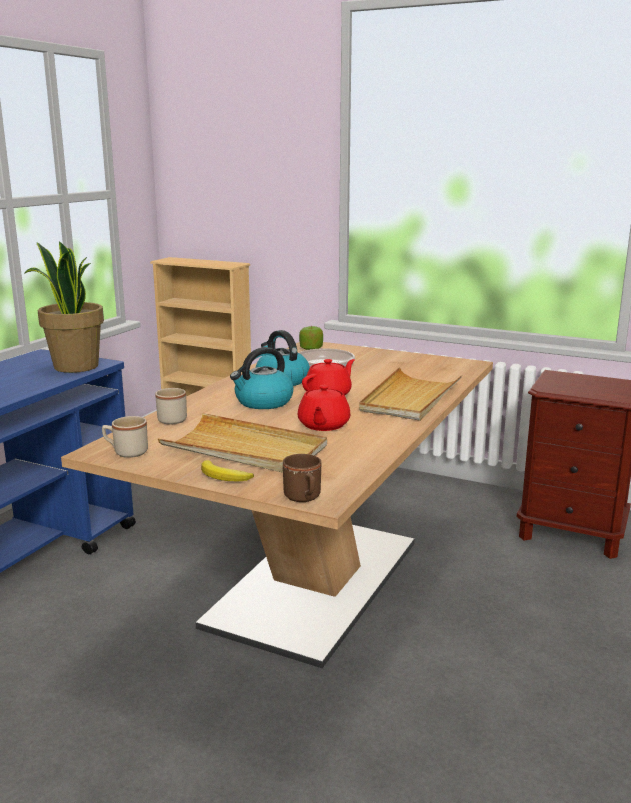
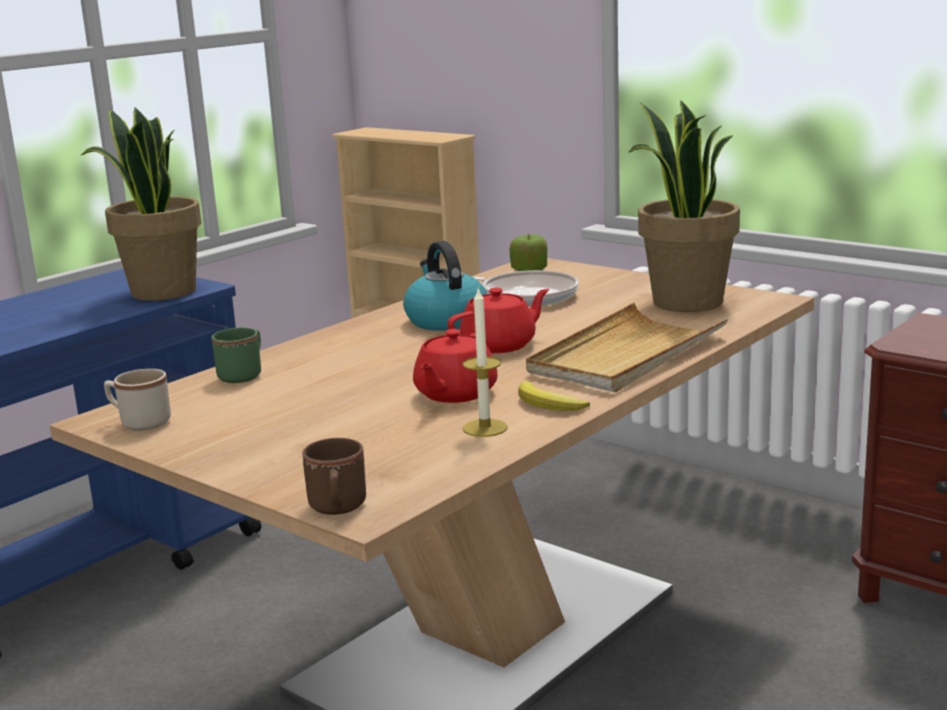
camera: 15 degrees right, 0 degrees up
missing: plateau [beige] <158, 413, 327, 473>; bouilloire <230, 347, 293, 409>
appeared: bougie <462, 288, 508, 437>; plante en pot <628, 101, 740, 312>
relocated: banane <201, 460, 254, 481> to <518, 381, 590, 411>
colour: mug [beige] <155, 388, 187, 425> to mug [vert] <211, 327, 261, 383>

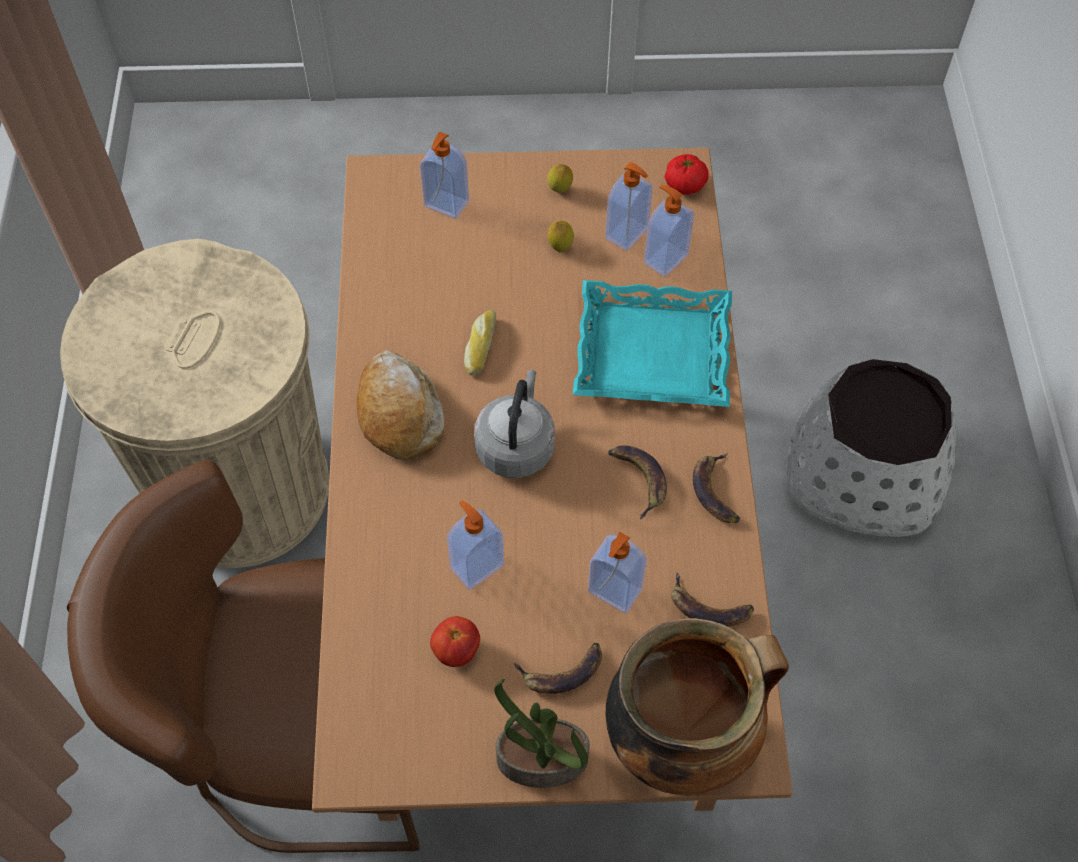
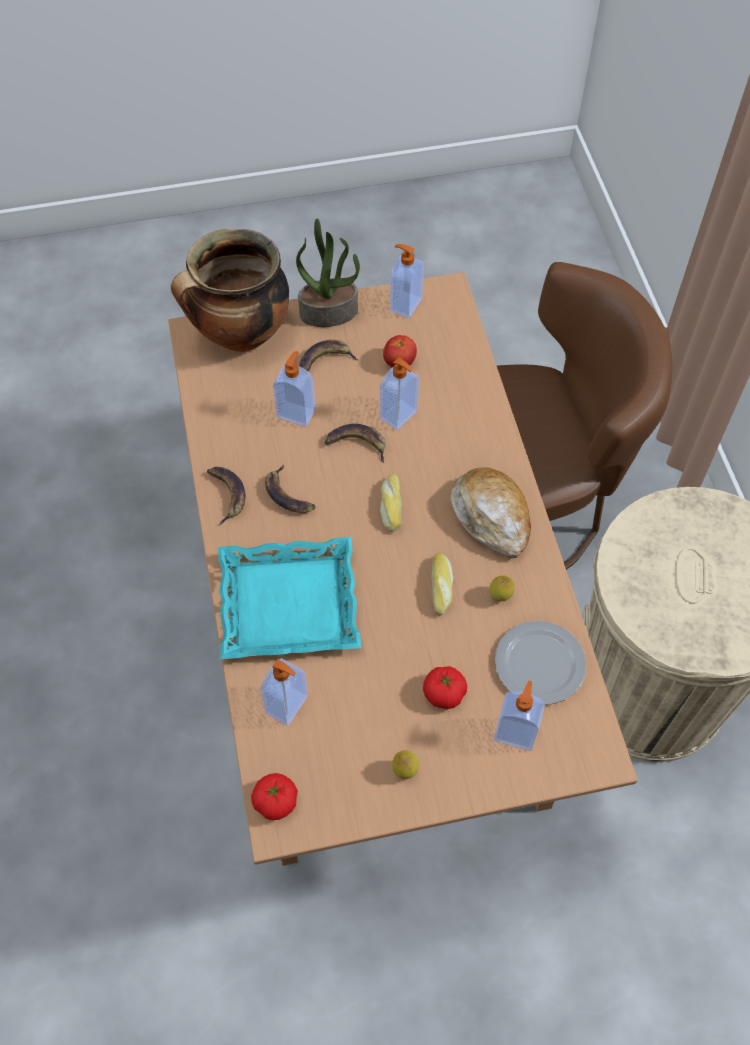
camera: 170 degrees right, 0 degrees up
missing: cache-pot [blanc] <786, 359, 956, 537>
appeared: tomate <423, 666, 467, 709>; assiette <495, 621, 586, 705>
relocated: citron <548, 221, 574, 253> to <490, 575, 515, 601>; distributeur de savon <605, 162, 653, 251> to <390, 244, 424, 318>; banane <671, 572, 754, 627> to <324, 424, 386, 463>
exchanged: bouilloire [gris] <474, 370, 555, 478> to pain <380, 474, 401, 532>

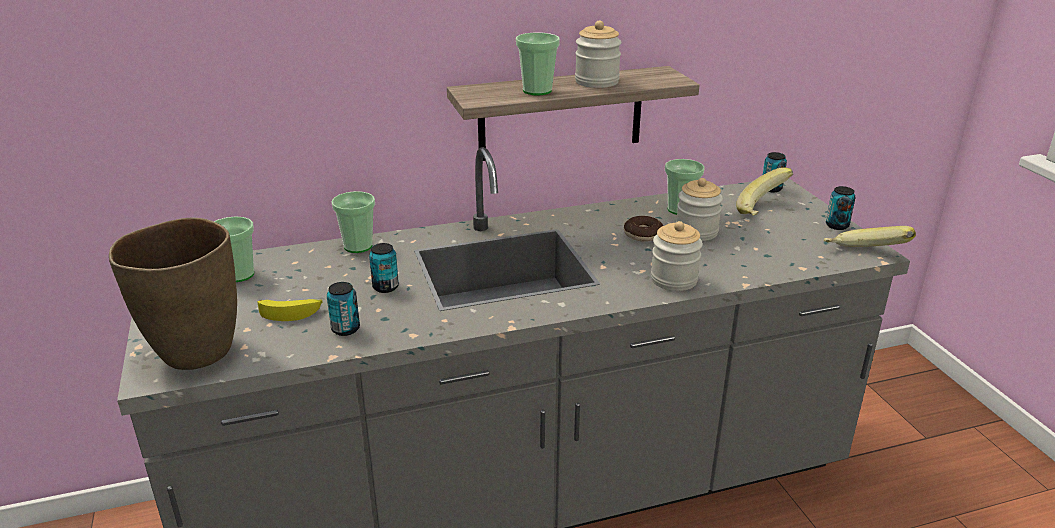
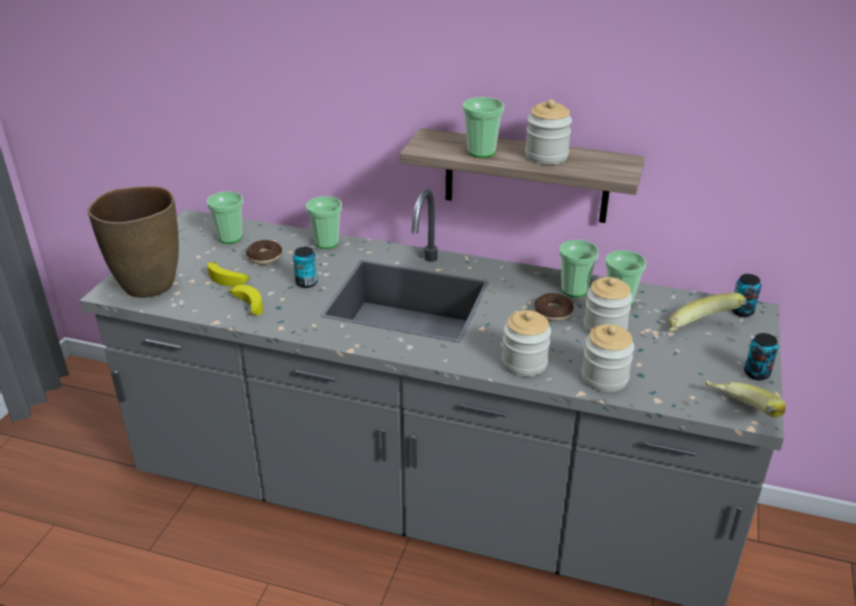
camera: 35 degrees right, 5 degrees up
appeared: beignet <246, 240, 282, 265>; tasse <559, 240, 599, 297>; bocal <582, 324, 634, 392>
exchanged: boîte métallique <327, 282, 360, 336> to banane <229, 285, 263, 315>

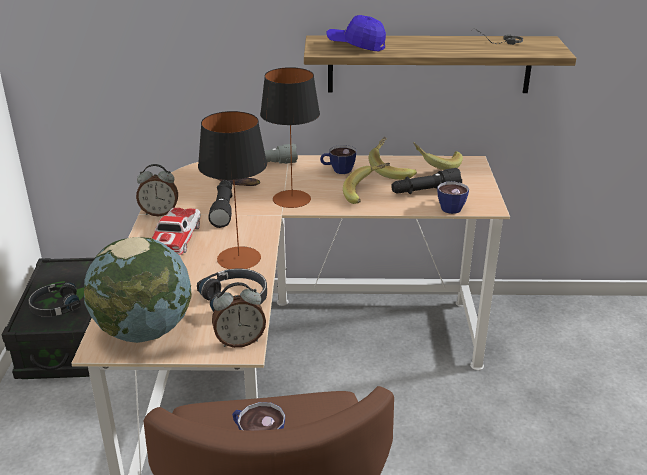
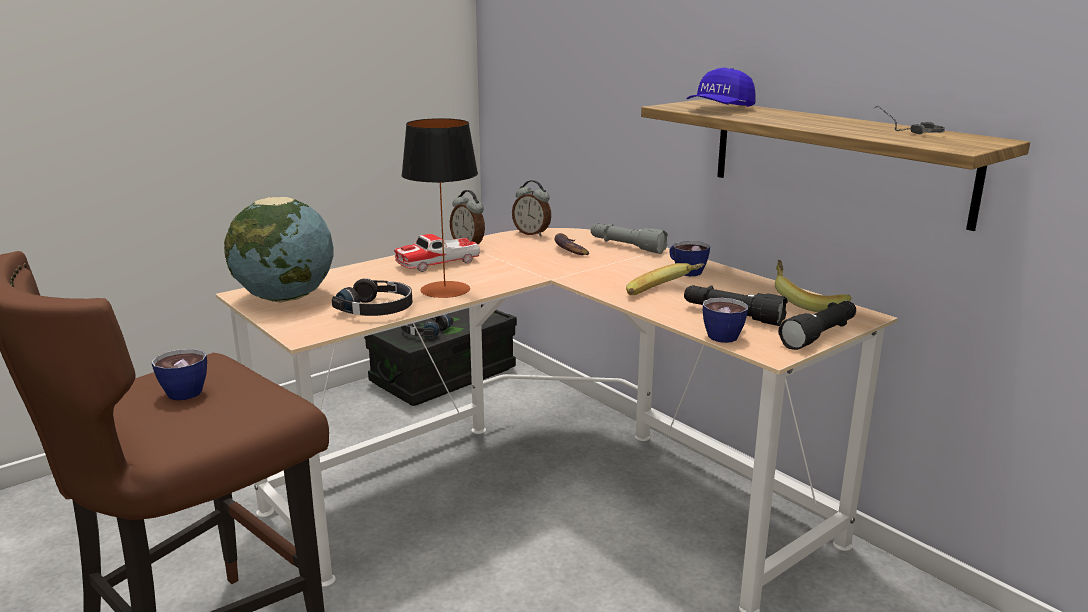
camera: 50 degrees right, 10 degrees down
missing: lampe de table <260, 67, 320, 208>; banane <369, 137, 417, 180>
relocated: lampe de poche [noir] <208, 180, 233, 228> to <778, 301, 856, 350>; réveil <212, 282, 266, 348> to <512, 180, 551, 237>
spun: casquette [bleu] <326, 15, 386, 52> = <687, 67, 756, 107> 120 degrees counterclockwise

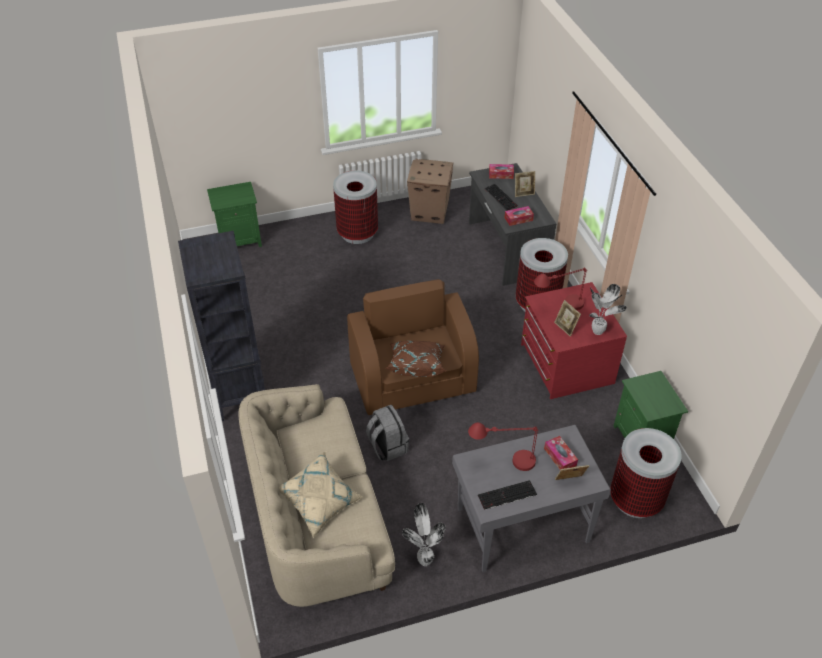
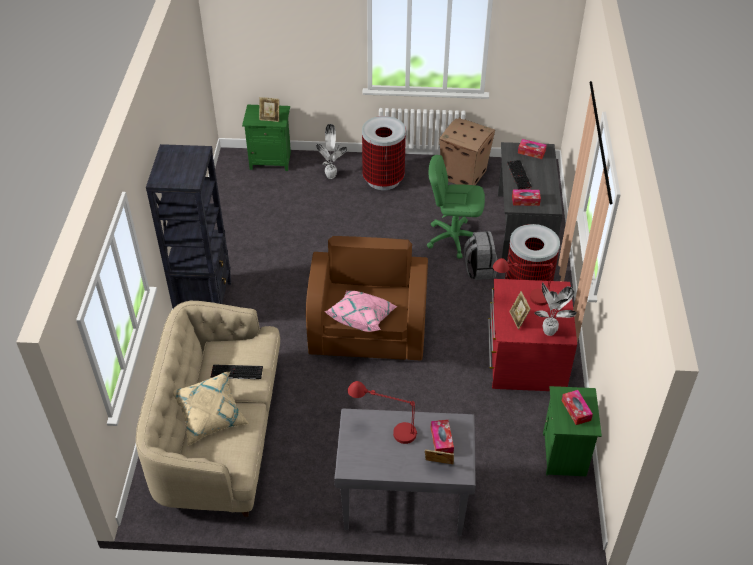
camera: 20 degrees right, 0 degrees up
missing: poubelle <610, 428, 682, 518>
appeared: chaise de bureau [vert] <427, 155, 485, 259>; boîte à mouchoirs <562, 390, 593, 425>
relocated: sac à dos [gris] <366, 405, 409, 461> to <464, 231, 498, 280>; plante en pot <402, 503, 446, 566> to <316, 124, 348, 179>; clavier <478, 480, 537, 510> to <211, 364, 263, 379>; cadre photo <515, 171, 535, 197> to <259, 97, 279, 122>
colour: coussin [marron] <386, 341, 446, 377> to coussin [rose] <324, 291, 398, 332>

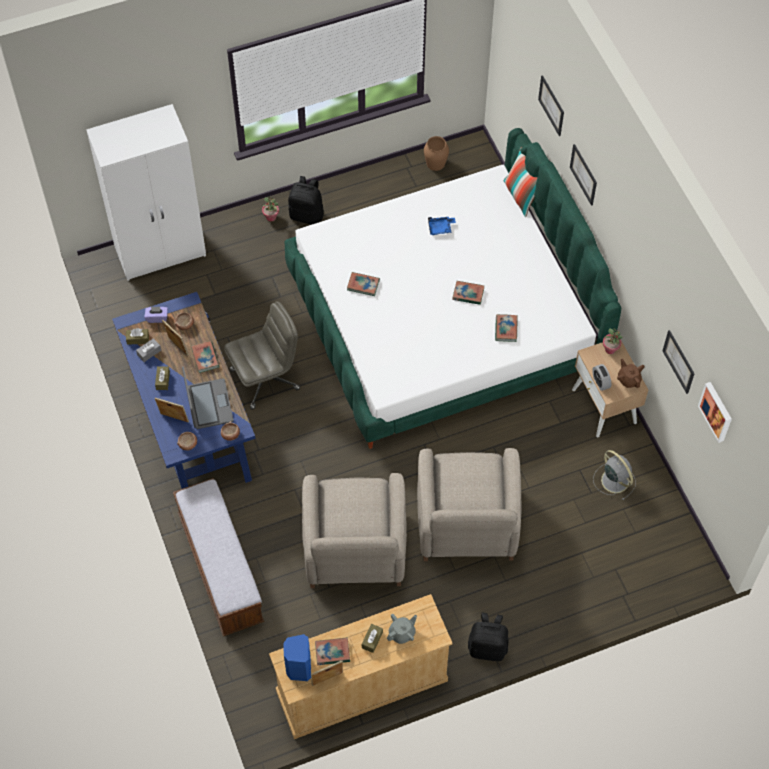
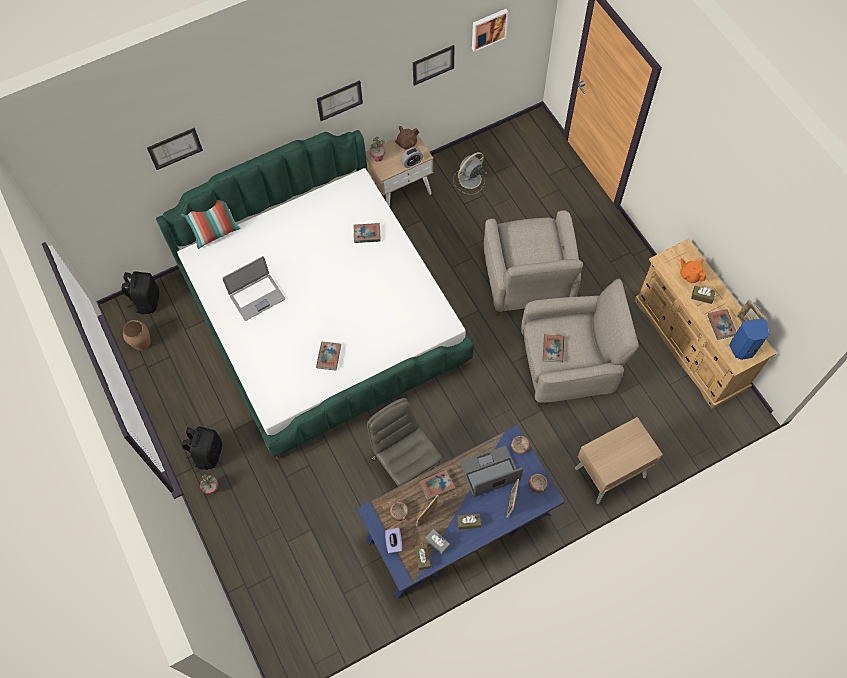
camera: 95 degrees left, 5 degrees up
missing: armoire [blanc] <86, 104, 206, 281>
relocated: livre <452, 281, 484, 305> to <543, 334, 564, 363>; sac à dos [noir] <468, 613, 508, 661> to <121, 271, 159, 314>; tableau <570, 144, 597, 206> to <317, 80, 363, 121>
exchanged: banc <173, 478, 264, 636> to table de chevet [beige] <575, 417, 663, 504>; plateau [bleu] <428, 217, 456, 235> to ordinateur portable <222, 256, 285, 321>
colour: théière [gris] <387, 614, 417, 644> to théière [orange] <680, 258, 706, 283>
spun: fauteuil [beige] <417, 448, 522, 561> = <484, 211, 583, 316> 90 degrees clockwise

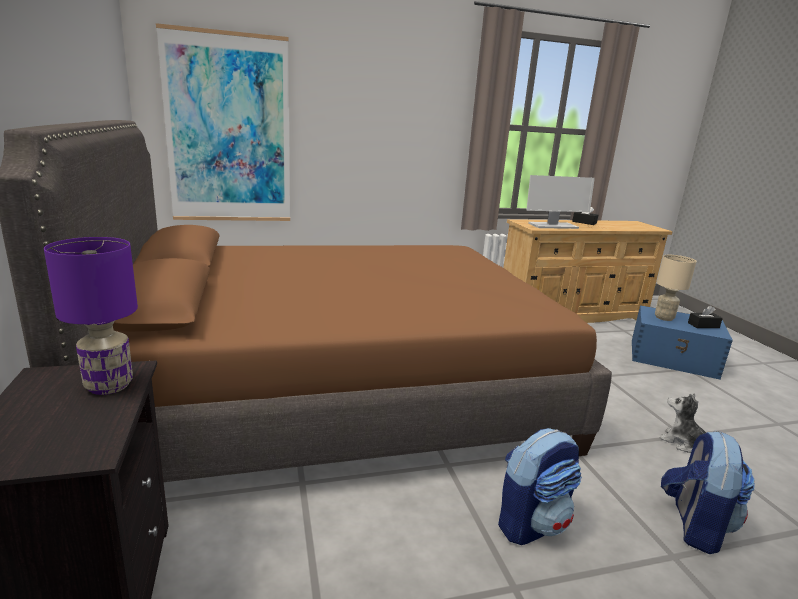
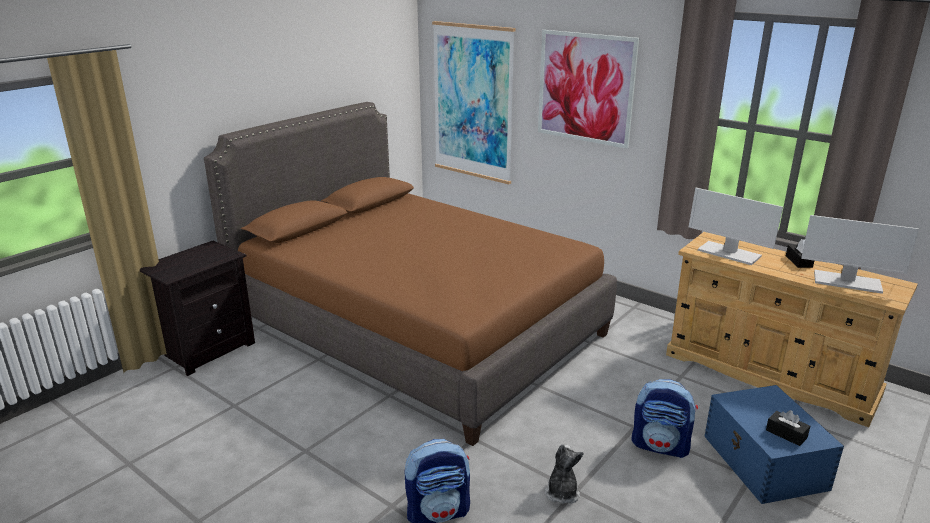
camera: 55 degrees right, 5 degrees up
missing: lampe de table [violet] <44, 237, 138, 395>; lampe de table [beige] <655, 255, 697, 321>
appeared: tableau <538, 30, 639, 149>; écran d'ordinateur <801, 215, 919, 294>
relocated: sac à dos <498, 428, 582, 545> to <631, 379, 698, 458>

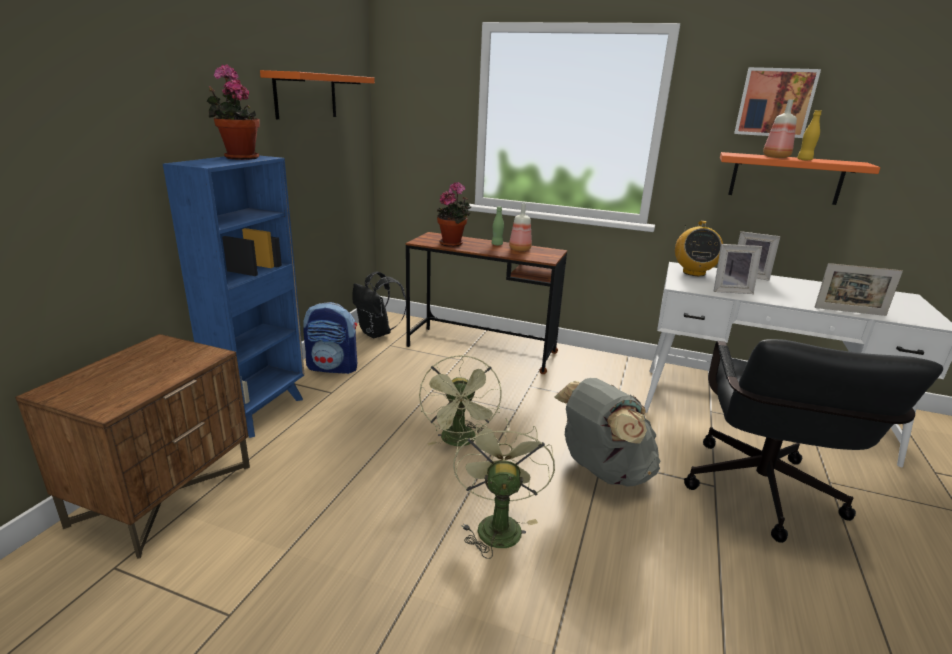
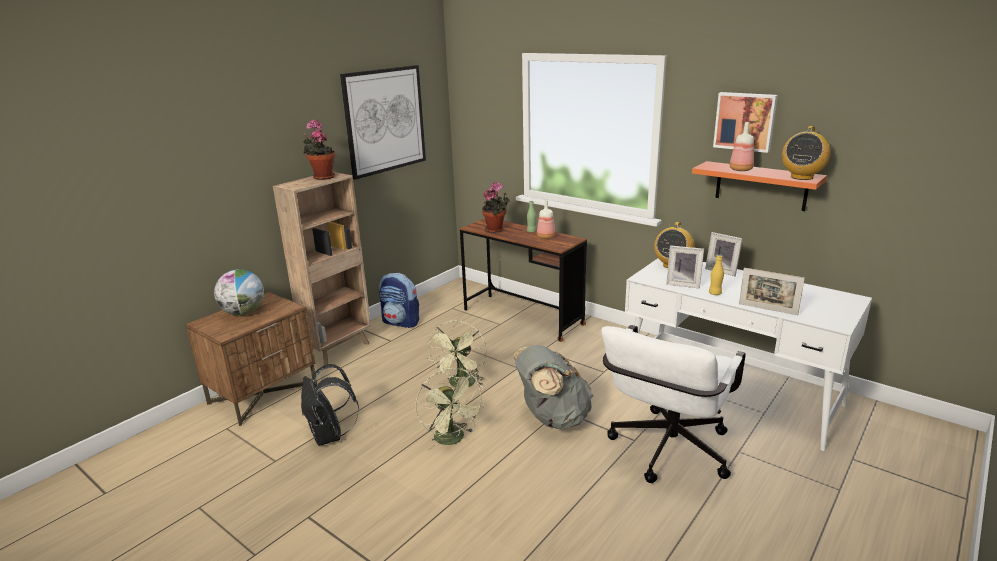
camera: 20 degrees right, 0 degrees up
appeared: globe <214, 269, 264, 316>; radio <782, 126, 831, 180>
relocated: sac à dos [noir] <352, 271, 406, 338> to <301, 364, 359, 446>; bouteille [jaune] <797, 110, 822, 161> to <709, 255, 724, 295>
exchanged: étagère [orange] <260, 70, 375, 119> to tableau <340, 65, 426, 180>
colour: bibliothèque [bleu] <163, 155, 305, 438> to bibliothèque [marron] <273, 172, 371, 365>; chaise de bureau [noir] <684, 339, 943, 543> to chaise de bureau [blanc] <601, 325, 746, 483>
spun: ventilateur [vert] <453, 419, 555, 559> = <416, 368, 485, 451> 135 degrees clockwise

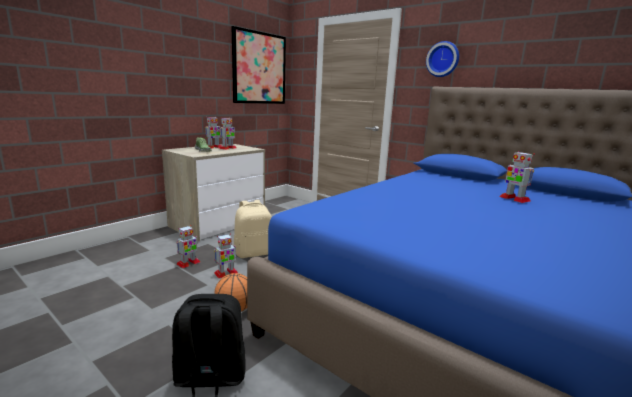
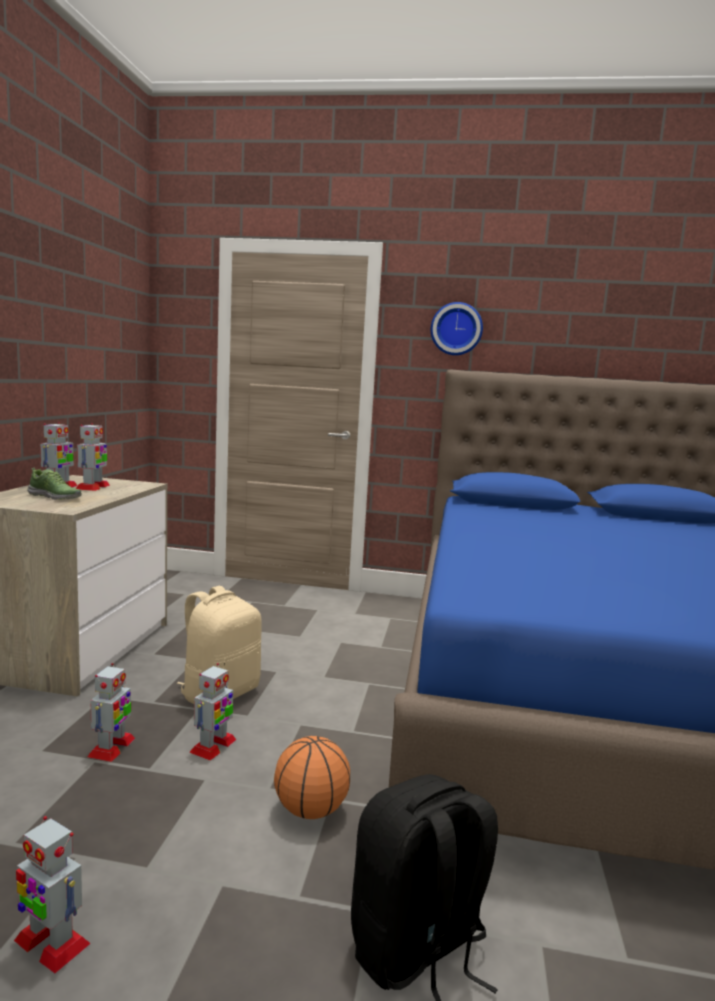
camera: 30 degrees left, 5 degrees down
missing: tableau <231, 26, 286, 104>
relocated: robot jouet <499, 151, 535, 203> to <14, 816, 91, 973>

